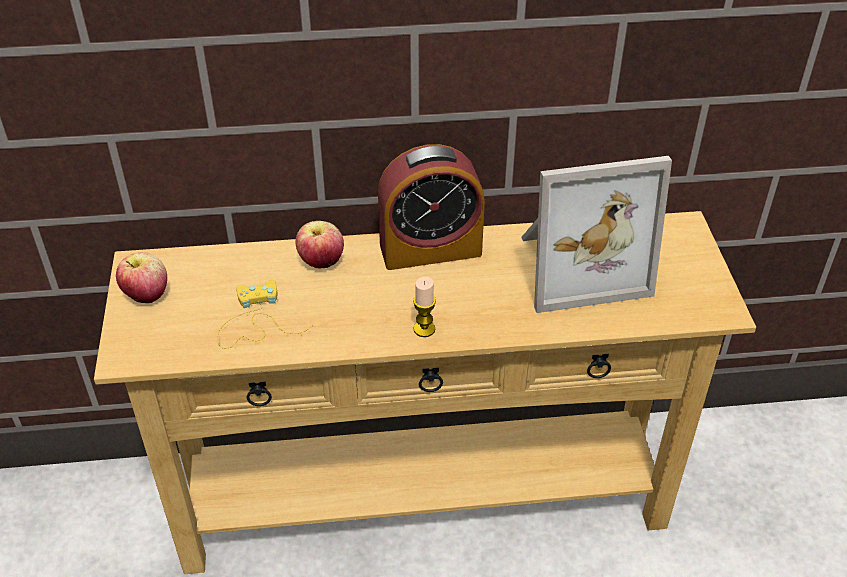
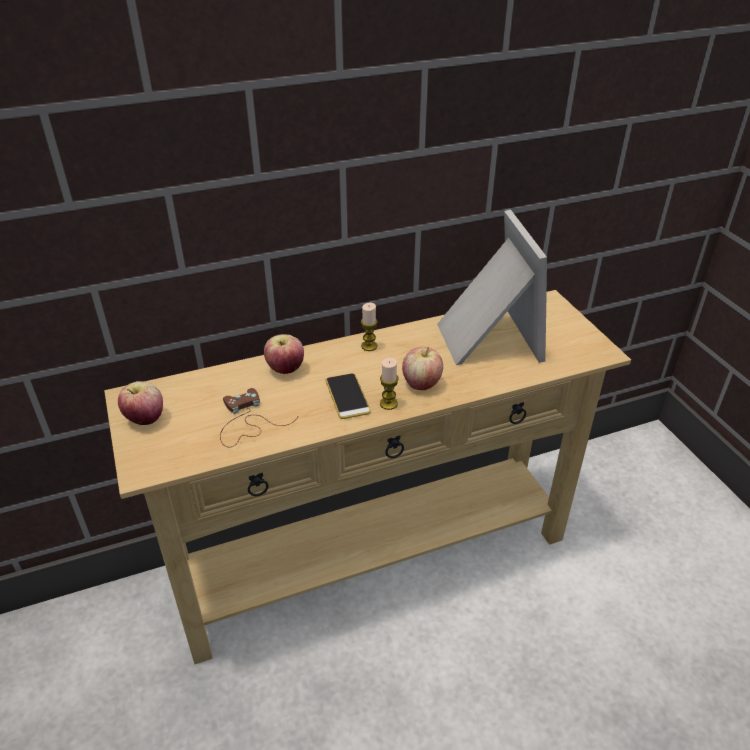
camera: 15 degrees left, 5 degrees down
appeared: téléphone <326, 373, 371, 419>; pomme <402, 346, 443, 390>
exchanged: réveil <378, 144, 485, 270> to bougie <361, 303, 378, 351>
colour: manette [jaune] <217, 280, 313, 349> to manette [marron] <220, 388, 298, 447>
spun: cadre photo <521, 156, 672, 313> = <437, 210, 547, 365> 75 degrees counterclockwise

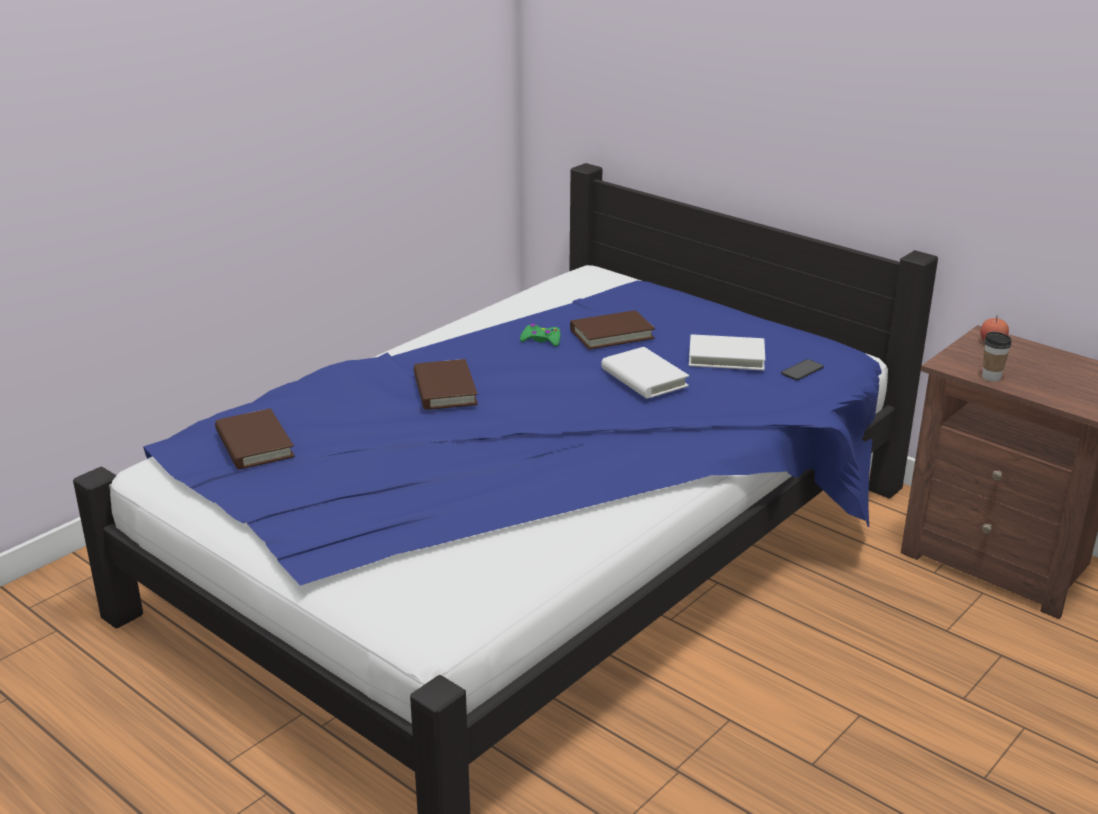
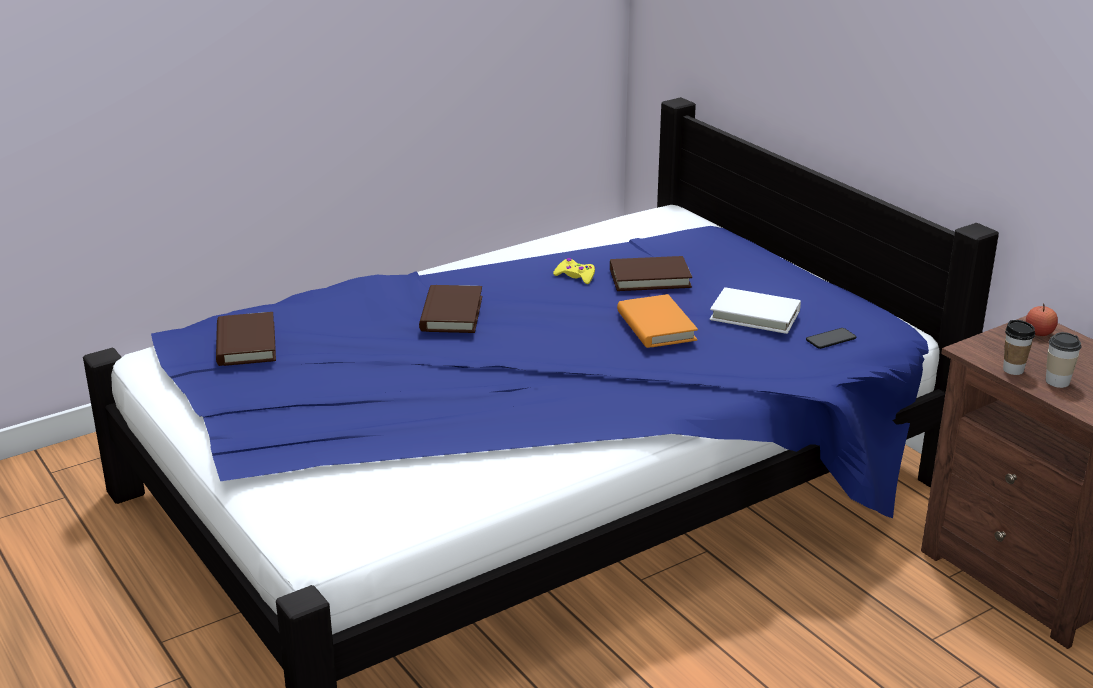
camera: 15 degrees right, 0 degrees up
appeared: tasse <1046, 332, 1082, 388>
colour: manette [vert] <520, 323, 561, 346> to manette [jaune] <553, 258, 595, 284>; livre [blanc] <601, 347, 689, 399> to livre [orange] <617, 294, 698, 348>

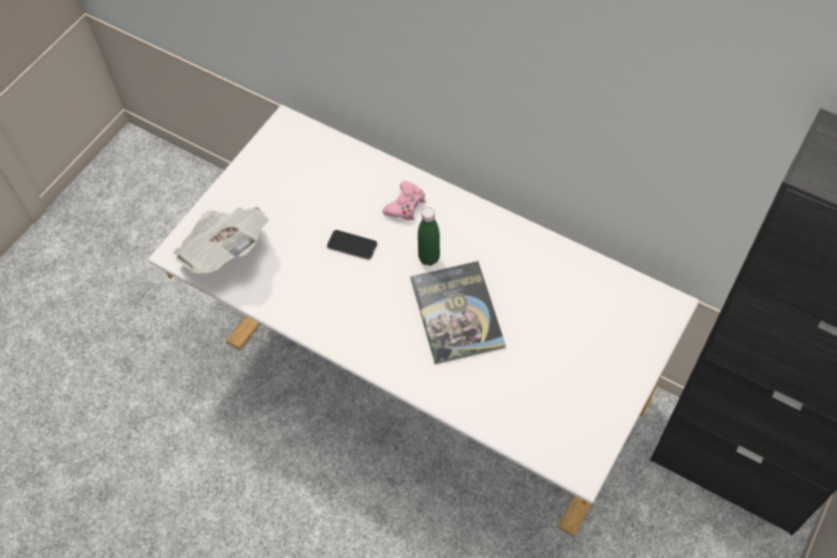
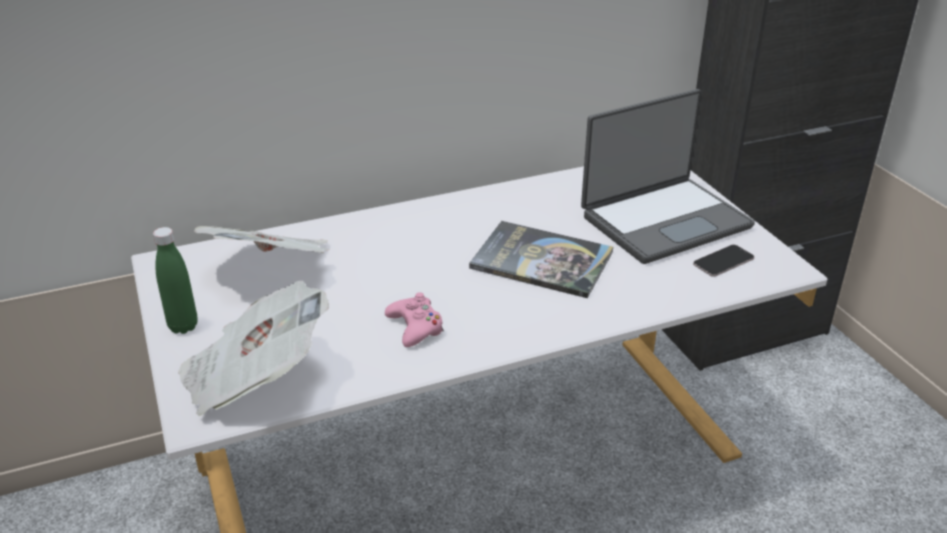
camera: 55 degrees left, 25 degrees down
appeared: journal <194, 226, 329, 253>; ordinateur portable <581, 89, 755, 264>
relocated: téléphone <327, 230, 378, 260> to <693, 244, 755, 277>; manette [rose] <382, 181, 426, 220> to <385, 292, 444, 347>; bouteille [vert] <418, 207, 440, 266> to <153, 227, 197, 334>

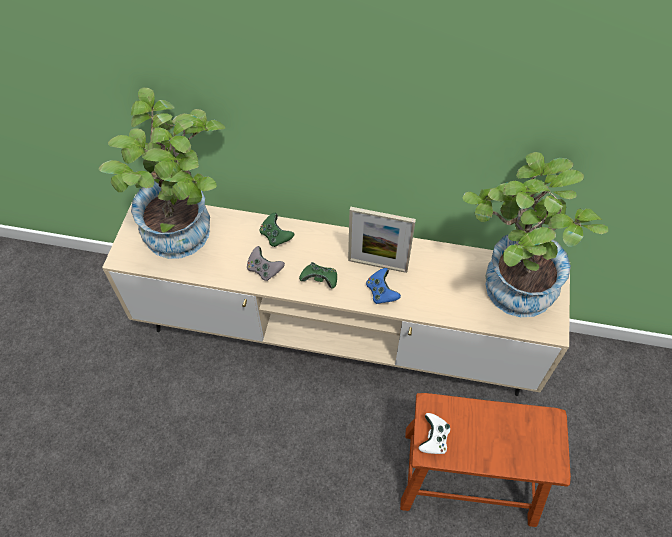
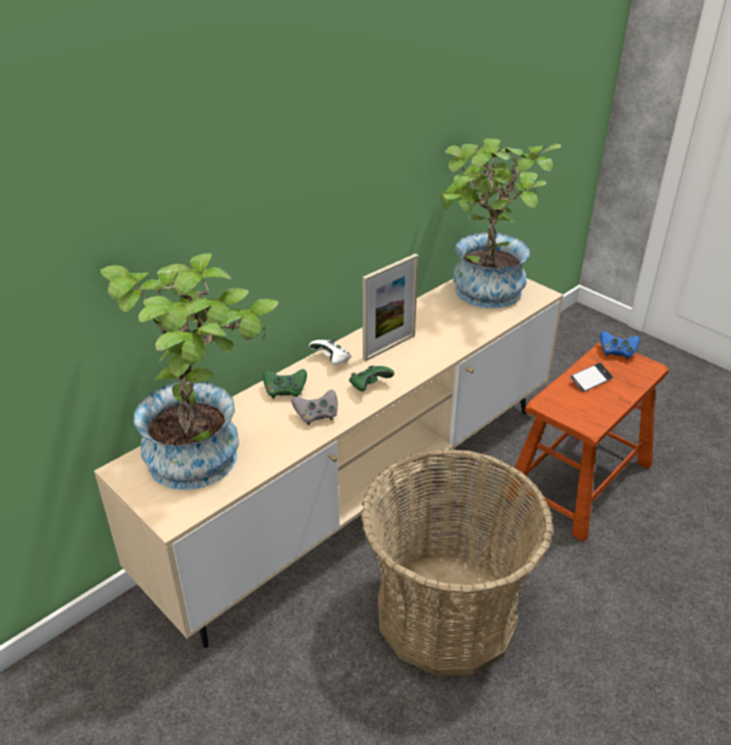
camera: 55 degrees left, 20 degrees down
appeared: panier <361, 449, 553, 675>; téléphone <570, 363, 613, 392>
relocated: manette [bleu] <366, 268, 401, 304> to <600, 331, 640, 359>; manette [blanc] <419, 413, 450, 454> to <309, 338, 351, 365>

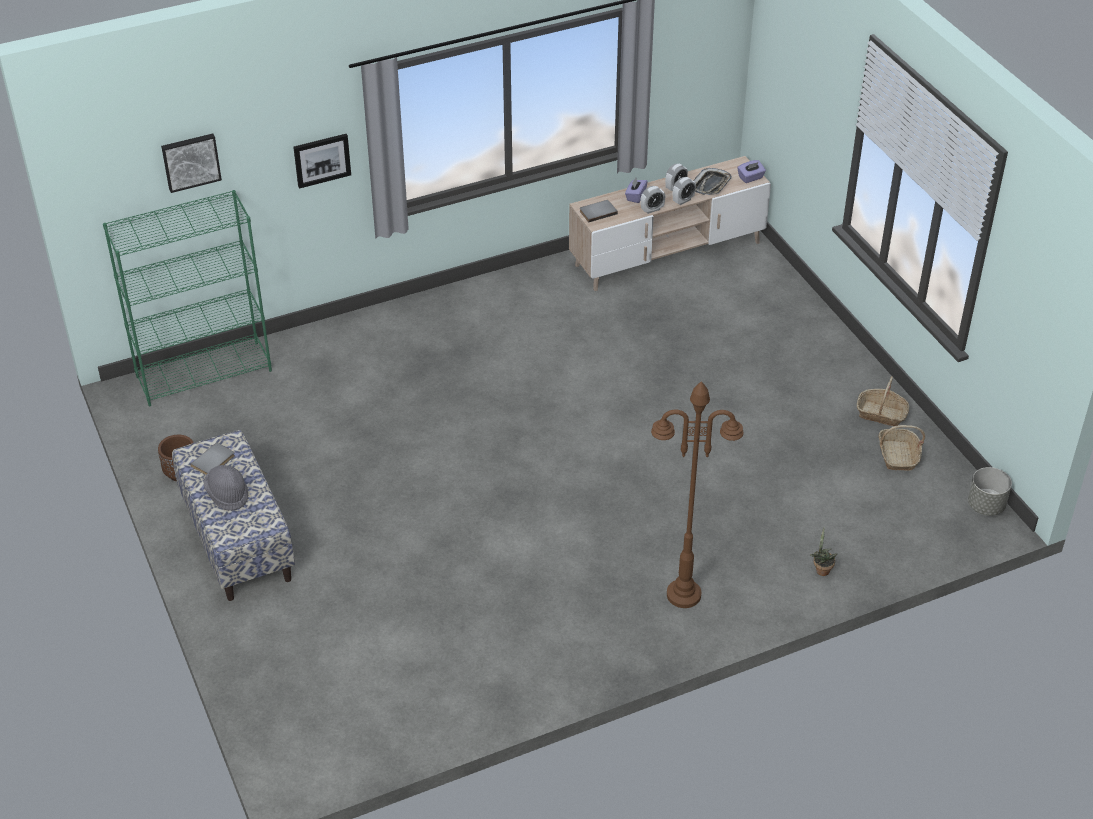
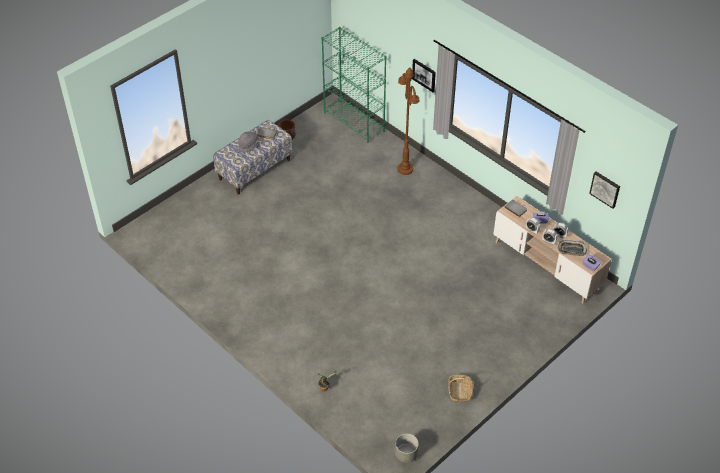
camera: 70 degrees right, 5 degrees up
missing: panier <879, 425, 925, 471>
relocated: tableau <161, 134, 222, 193> to <589, 172, 620, 209>; lampadaire [marron] <651, 381, 743, 608> to <398, 67, 420, 175>

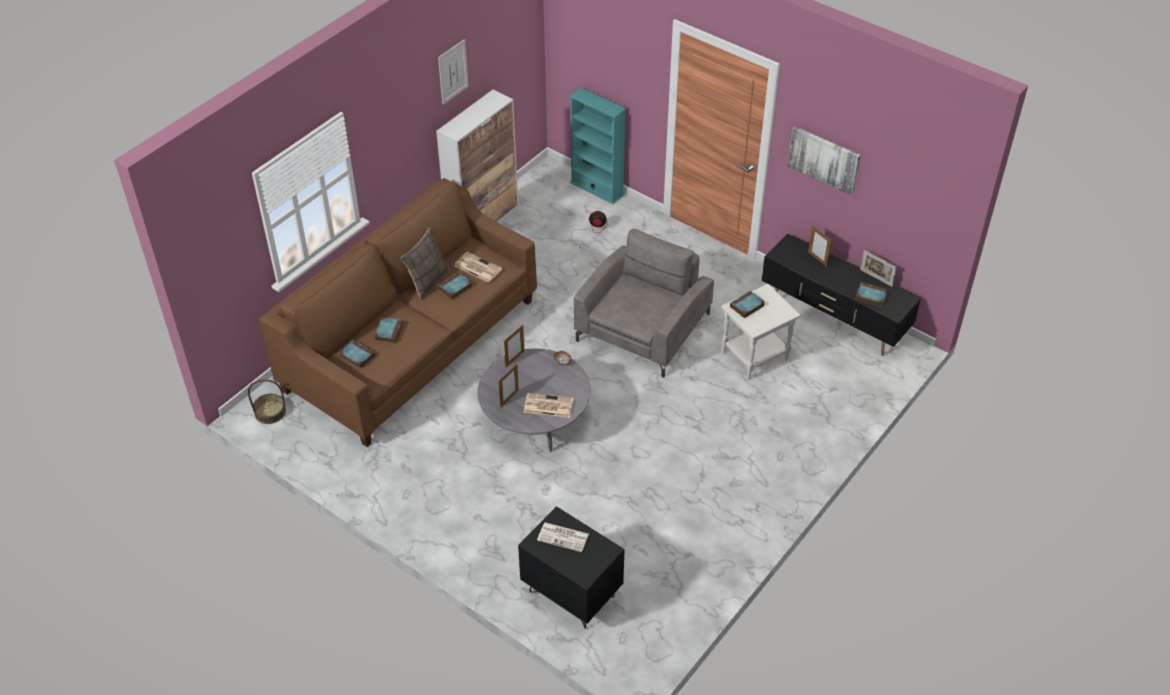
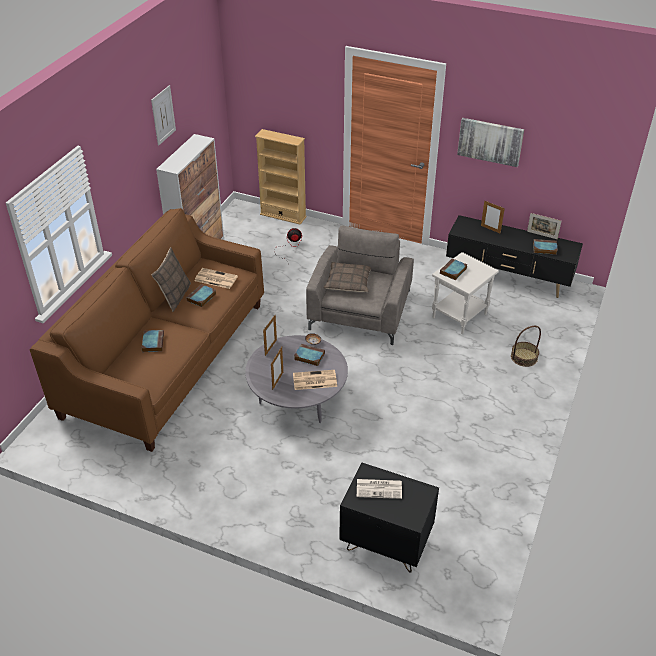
camera: 15 degrees left, 5 degrees down
appeared: coussin <324, 262, 371, 292>
relocated: panier <248, 380, 286, 424> to <511, 326, 541, 367>; livre <339, 340, 375, 369> to <294, 344, 325, 366>
colour: bibliothèque [turquoise] <569, 87, 626, 204> to bibliothèque [beige] <255, 129, 307, 225>

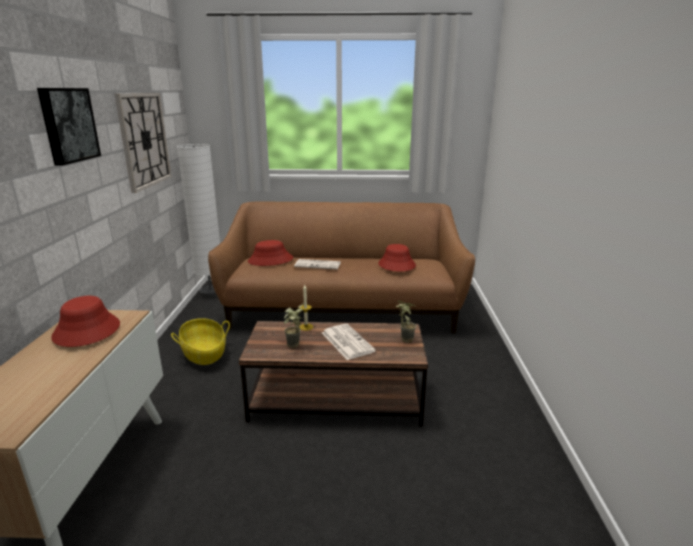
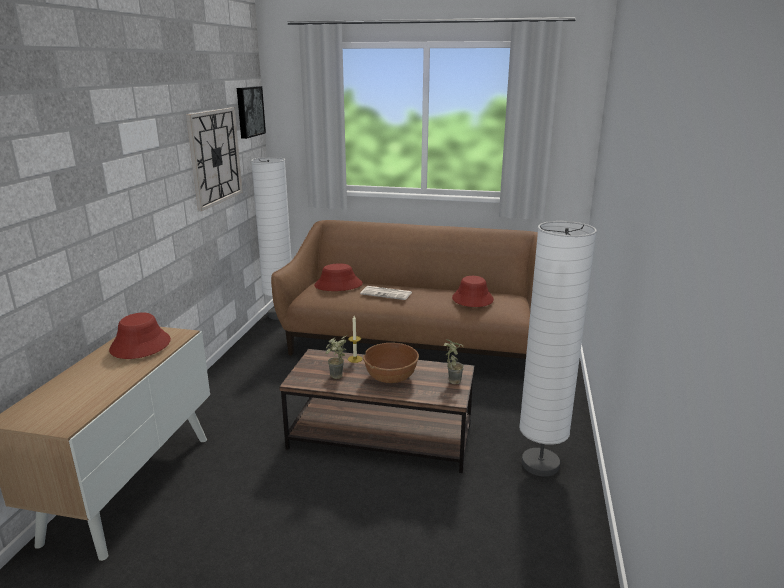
camera: 10 degrees right, 0 degrees up
missing: panier <171, 318, 230, 365>
appeared: lampadaire [blanc] <519, 221, 597, 477>
relocated: tableau <37, 88, 101, 165> to <237, 86, 266, 139>
exchanged: journal <322, 324, 376, 360> to bol [marron] <363, 343, 419, 383>

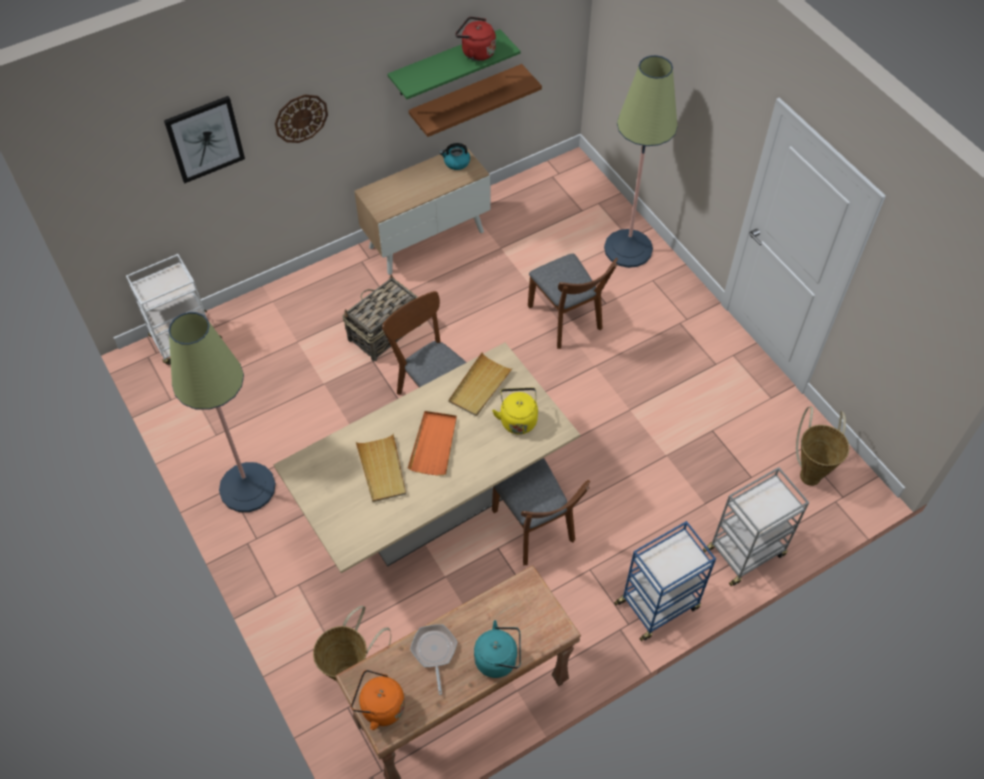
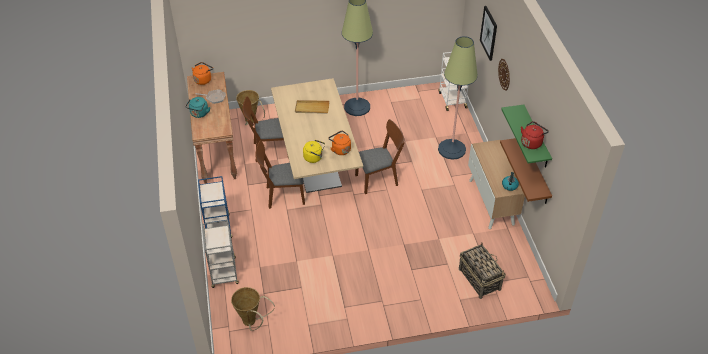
camera: 110 degrees right, 10 degrees down
missing: plateau [orange] <408, 411, 457, 476>
relocated: panier <342, 274, 421, 362> to <459, 243, 506, 299>; chaise [marron] <528, 253, 618, 349> to <243, 97, 288, 162>; lampadaire <604, 55, 678, 268> to <438, 36, 478, 160>
exchanged: plateau [beige] <449, 352, 513, 417> to bouilloire [orange] <328, 130, 351, 155>

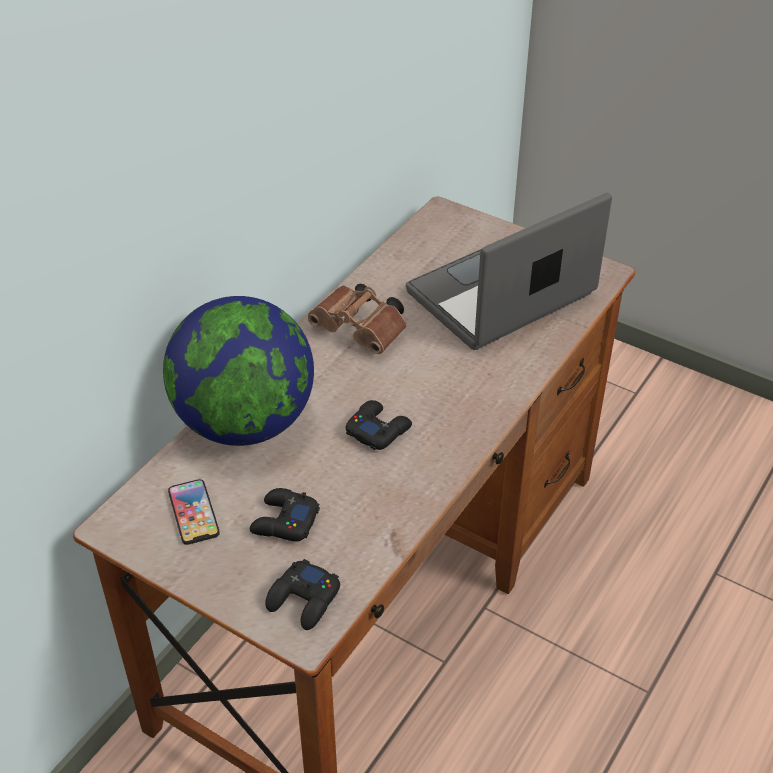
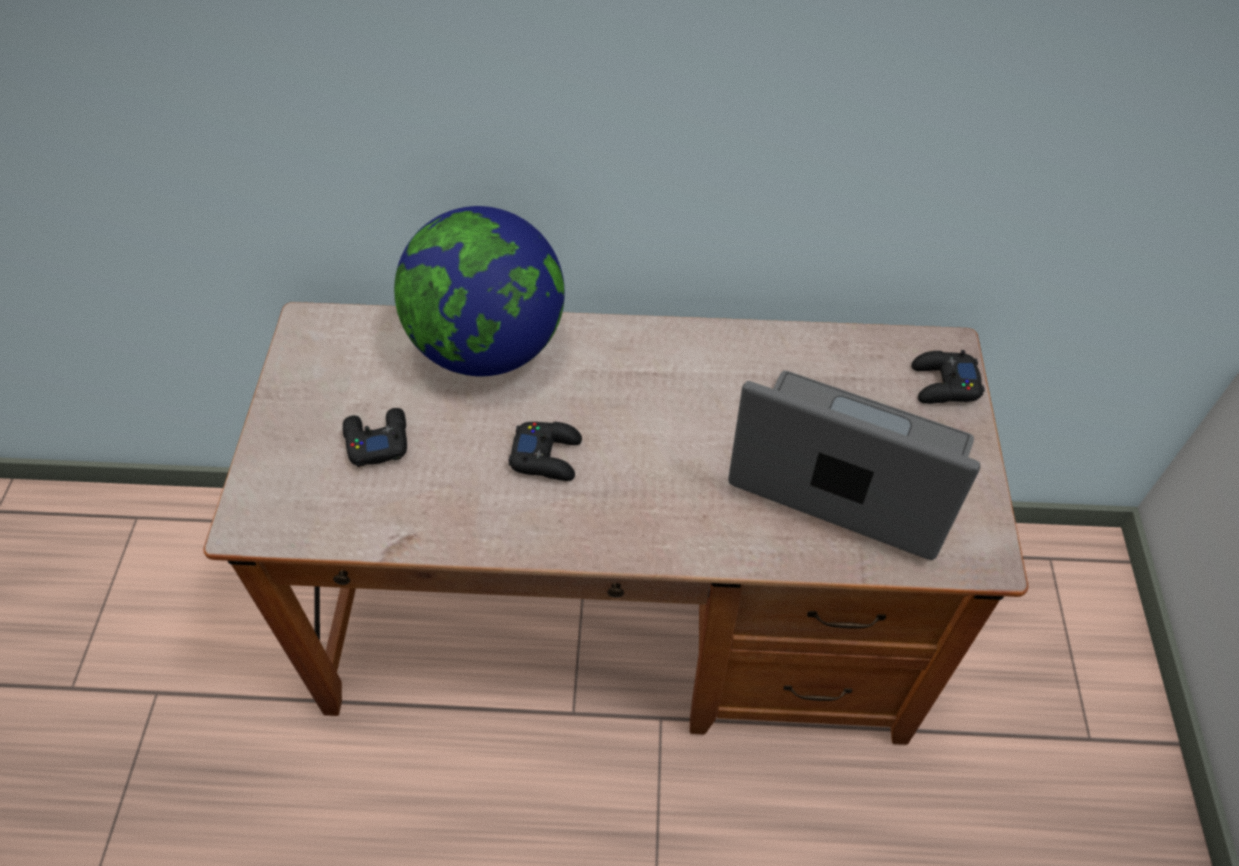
camera: 60 degrees right, 10 degrees up
missing: téléphone <168, 479, 220, 545>; jumelles [marron] <308, 284, 407, 354>
relocated: manette [noir] <265, 559, 340, 630> to <911, 350, 985, 404>

